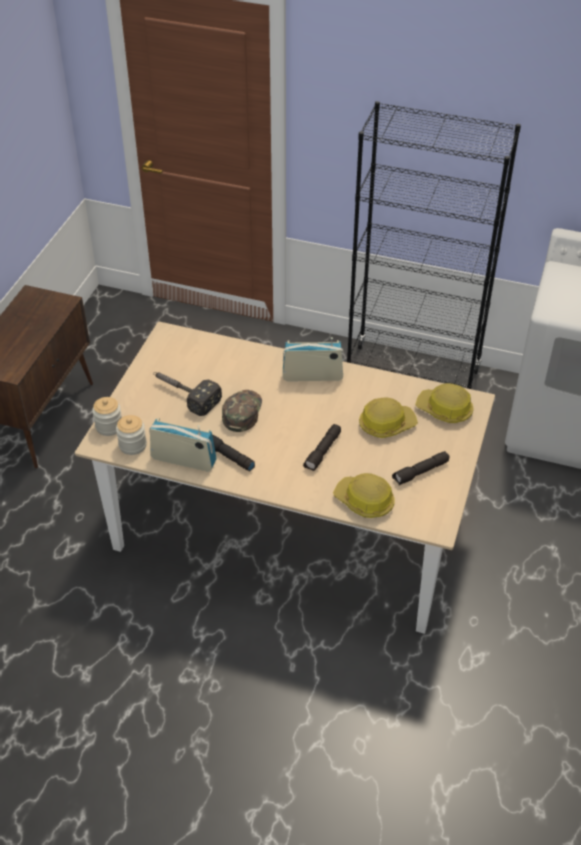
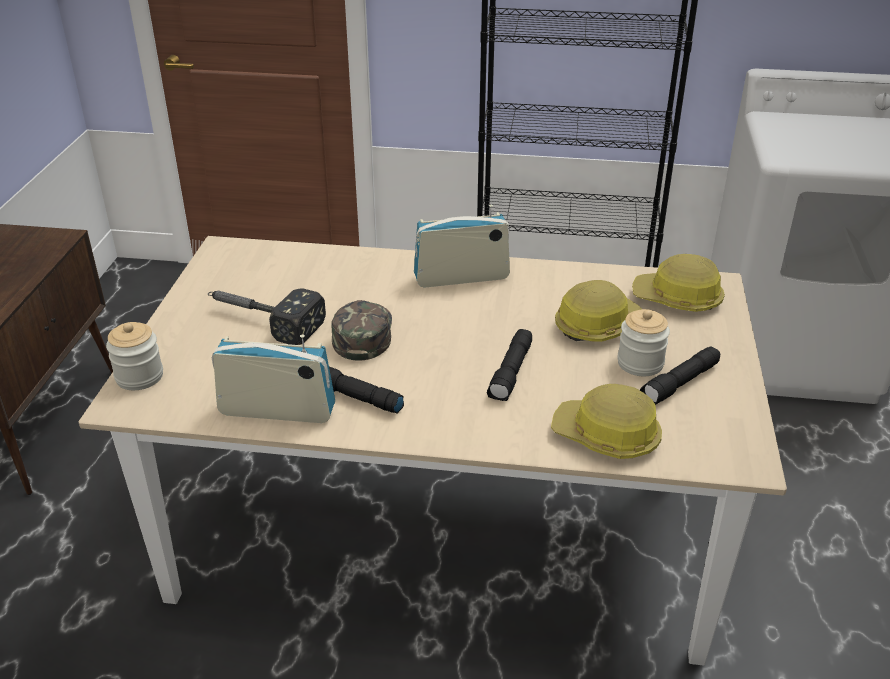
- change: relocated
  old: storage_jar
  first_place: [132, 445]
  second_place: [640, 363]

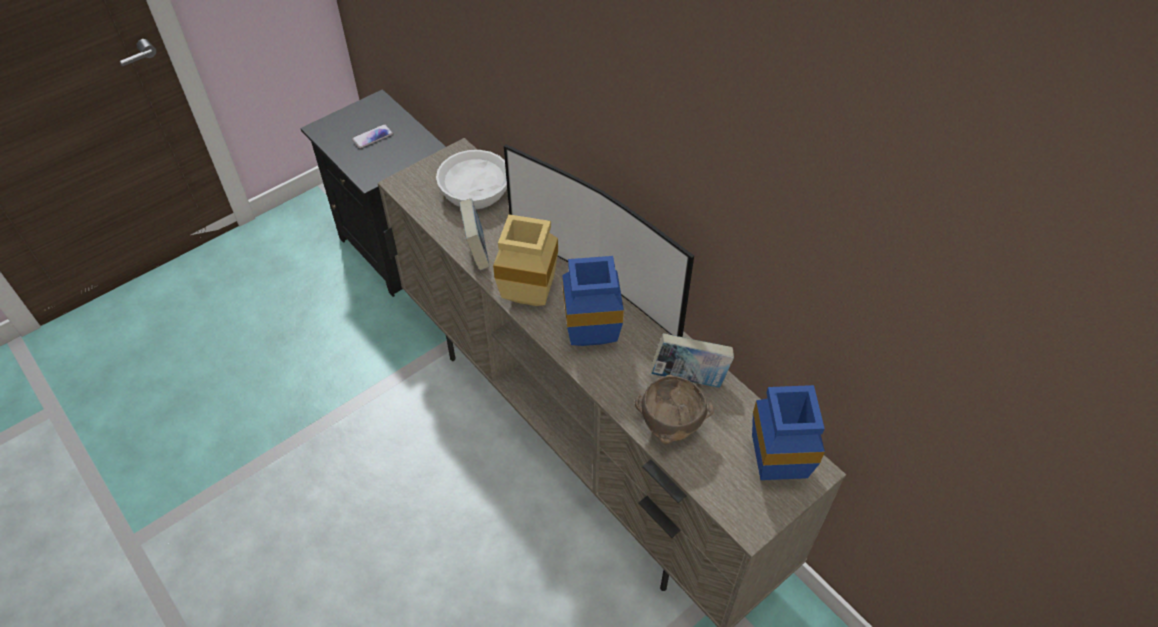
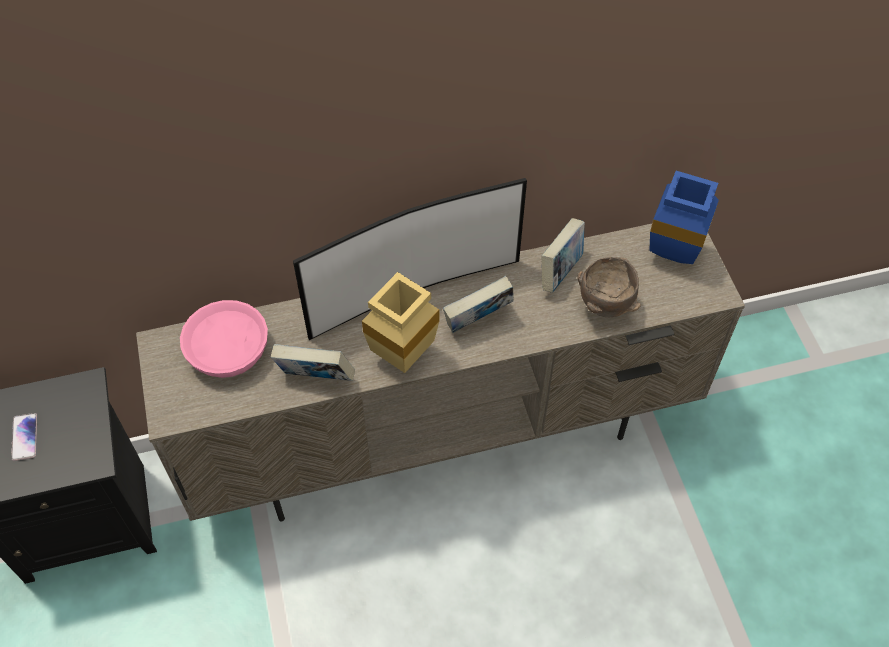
- change: exchanged
  old: bluish_vase
  new: book
  first_place: [594, 335]
  second_place: [478, 321]
- change: colour
  old: white-coloured_serving_bowl
  new: pink-coloured_serving_bowl
  first_place: [474, 191]
  second_place: [227, 351]

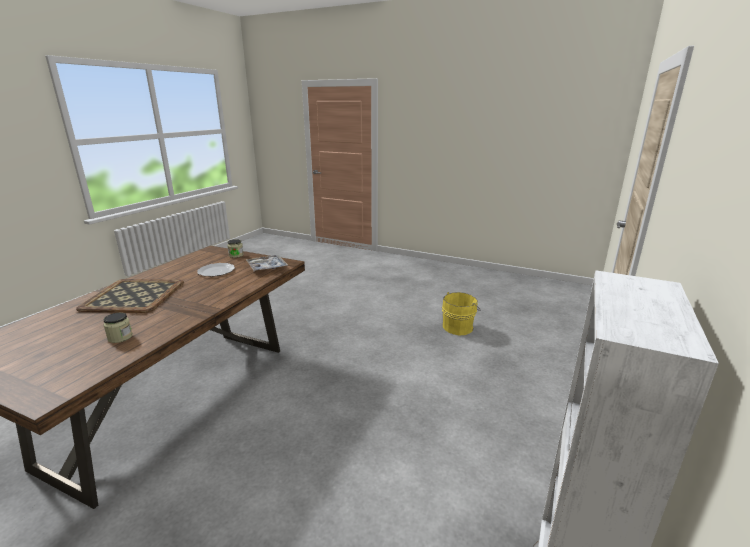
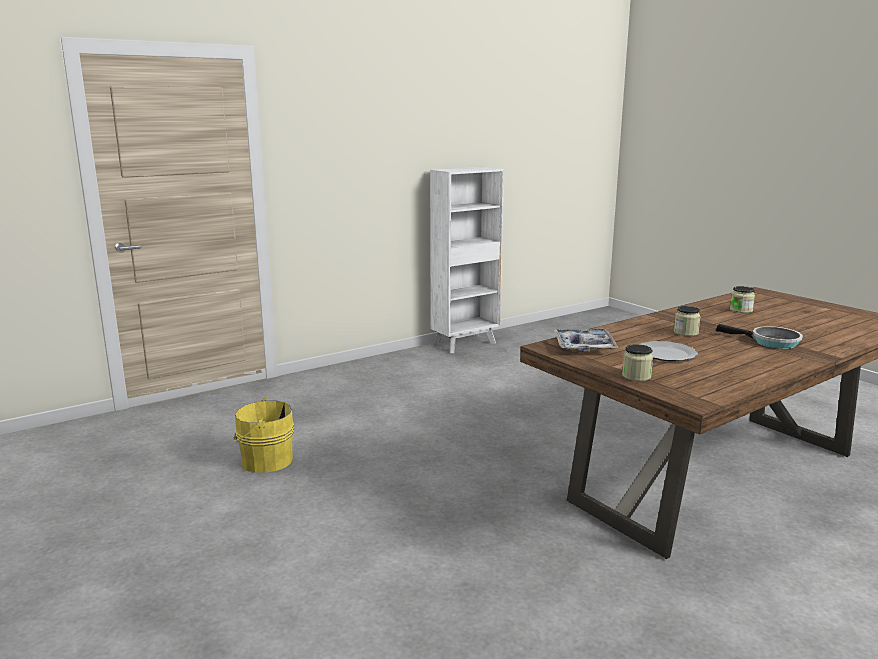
- change: appeared
  new: storage_jar
  second_place: [686, 332]
- change: exchanged
  old: tray
  new: skillet
  first_place: [133, 295]
  second_place: [770, 342]

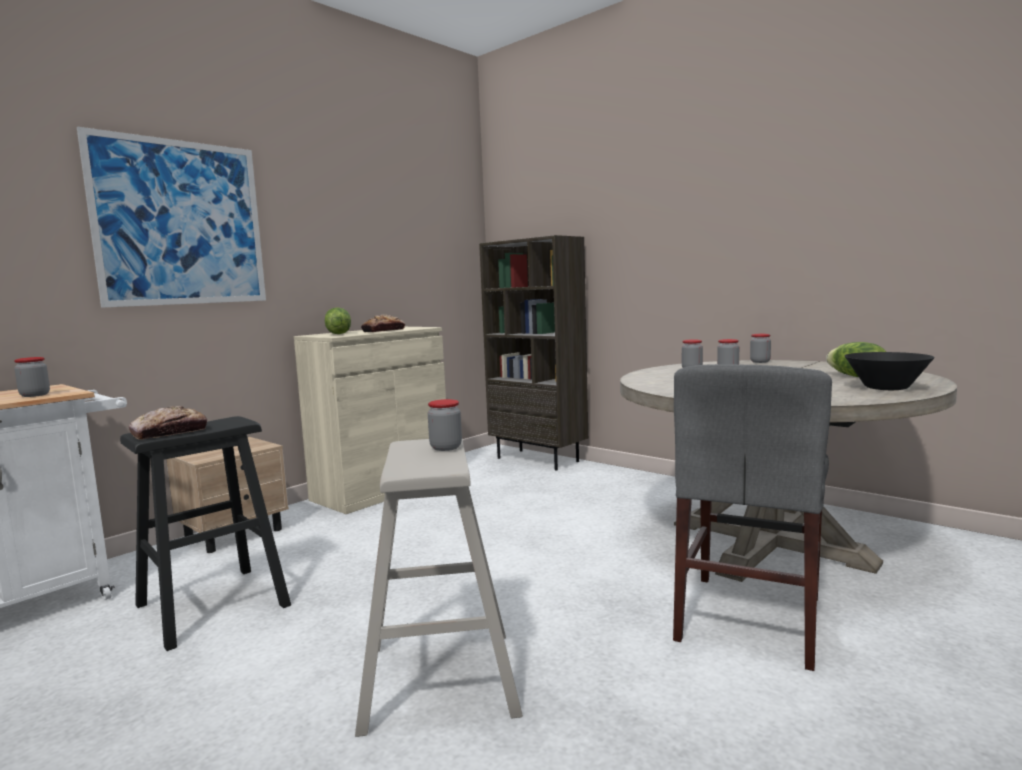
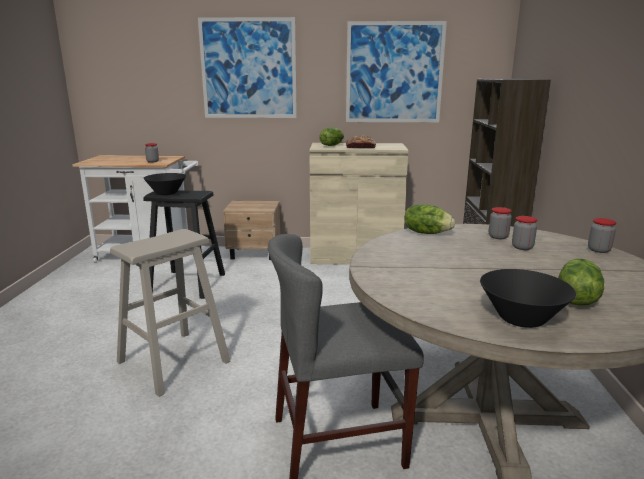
- change: missing
  old: storage_jar
  first_place: [446, 447]
- change: appeared
  new: wall_picture
  second_place: [394, 73]
- change: appeared
  new: head_of_lettuce
  second_place: [426, 233]
- change: exchanged
  old: bread
  new: black-coloured_serving_bowl
  first_place: [169, 432]
  second_place: [166, 193]

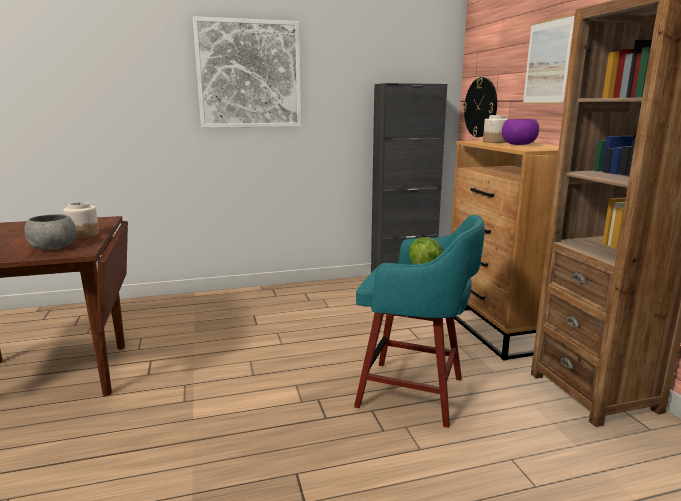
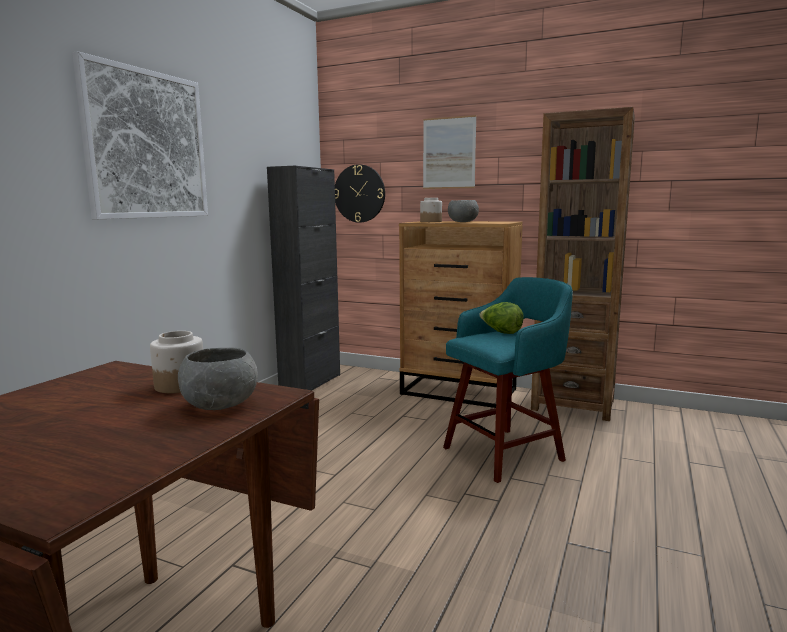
- change: colour
  old: purple_serving_bowl
  new: grey_serving_bowl
  first_place: [519, 144]
  second_place: [463, 222]

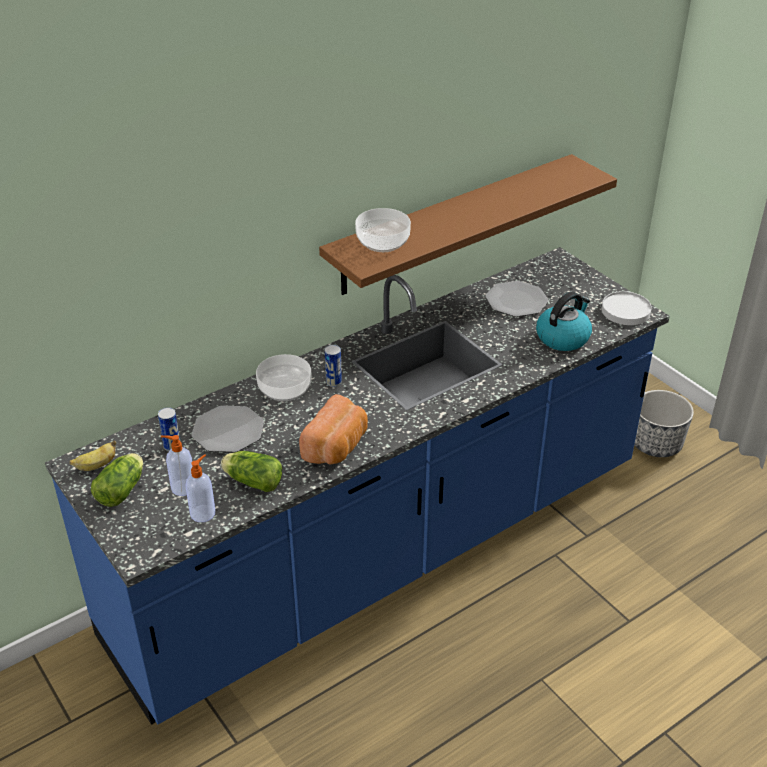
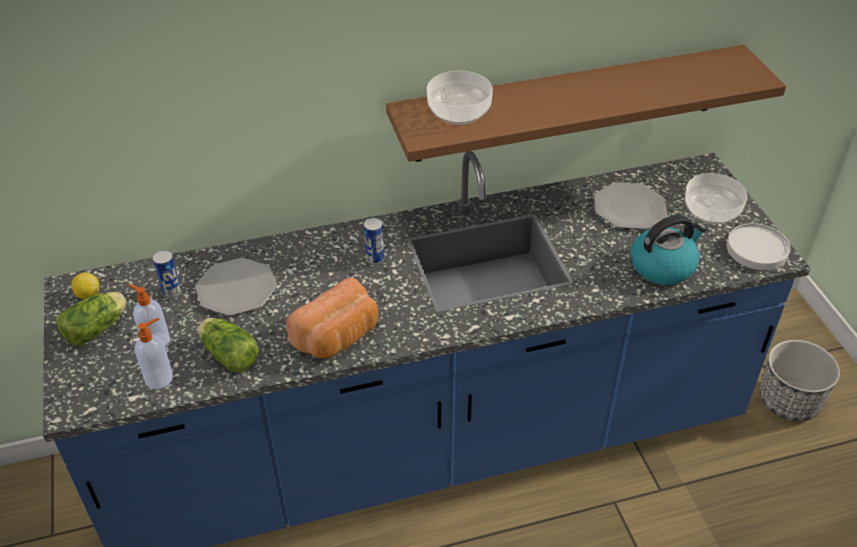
- change: relocated
  old: serving_bowl
  first_place: [284, 389]
  second_place: [711, 211]
- change: exchanged
  old: whole_banana
  new: lemon
  first_place: [96, 466]
  second_place: [88, 295]

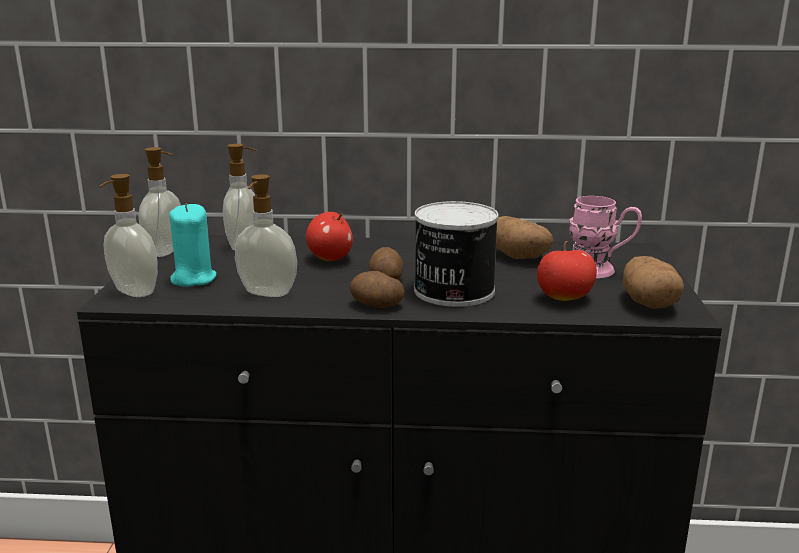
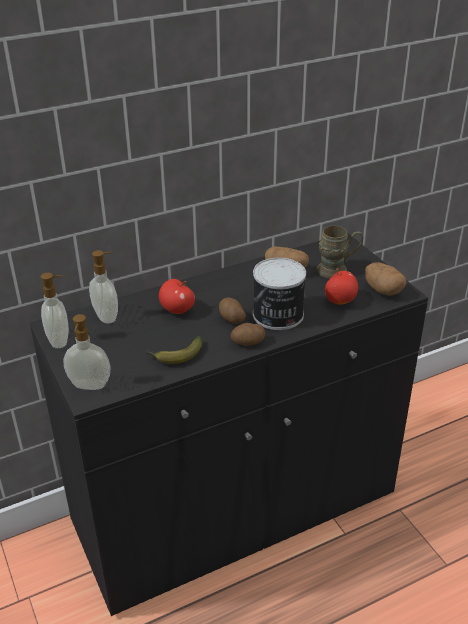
- change: missing
  old: turquoise-coloured_candle
  first_place: [193, 279]
- change: exchanged
  old: soap_bottle
  new: whole_banana
  first_place: [267, 293]
  second_place: [175, 356]
- change: colour
  old: pink-coloured_tea_mug
  new: brown-coloured_tea_mug
  first_place: [599, 271]
  second_place: [338, 269]

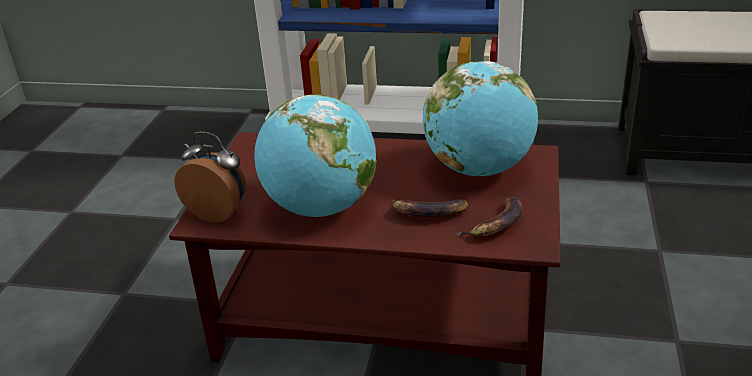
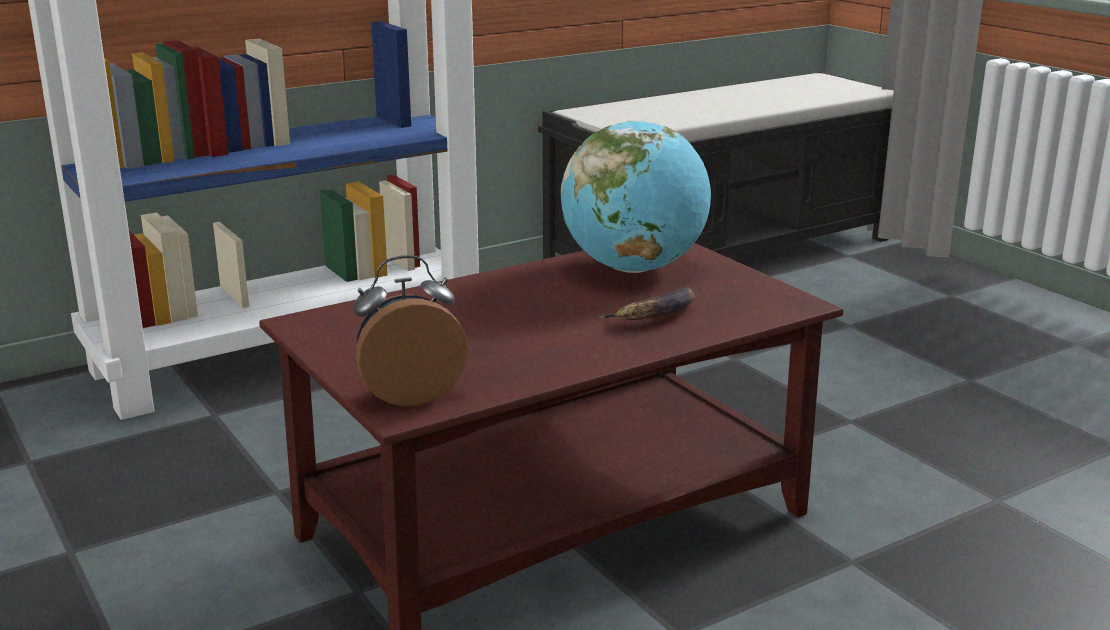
- change: missing
  old: world_globe
  first_place: [321, 208]
- change: missing
  old: whole_banana
  first_place: [496, 224]

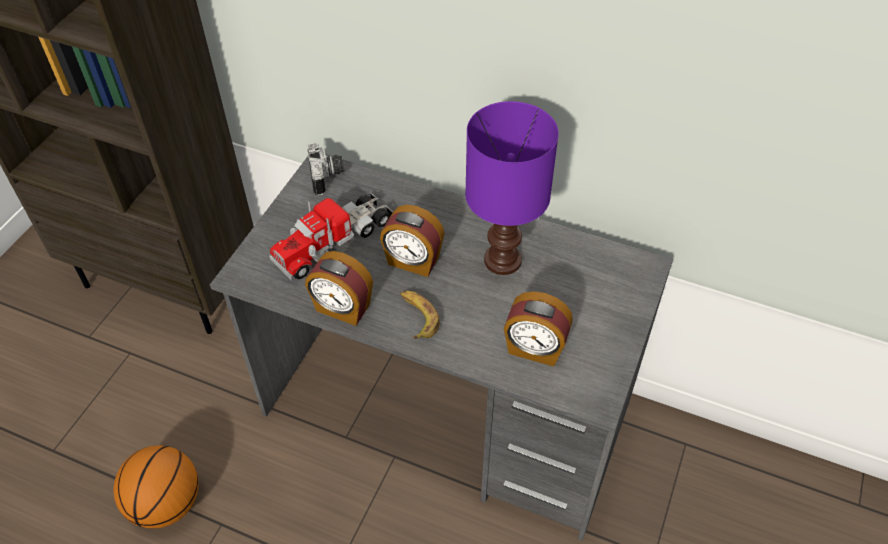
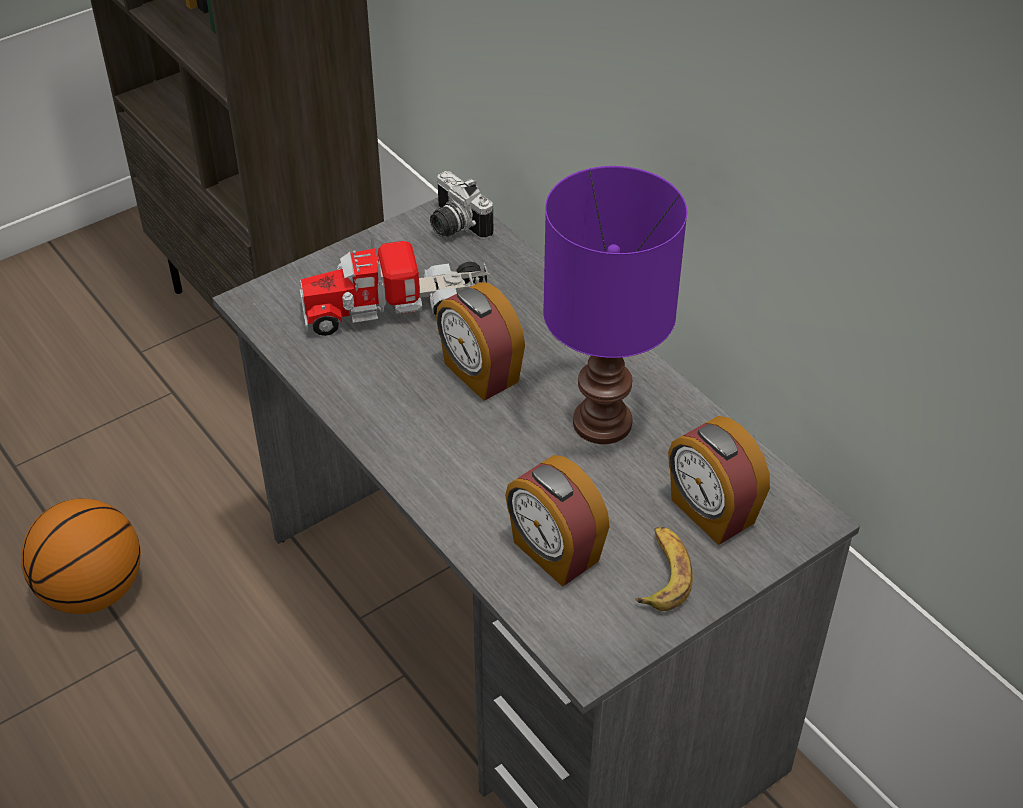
- change: relocated
  old: alarm_clock
  first_place: [342, 308]
  second_place: [710, 512]
- change: relocated
  old: whole_banana
  first_place: [417, 317]
  second_place: [662, 573]
- change: spun
  old: still_camera
  first_place: [328, 176]
  second_place: [454, 226]
  degrees: 120

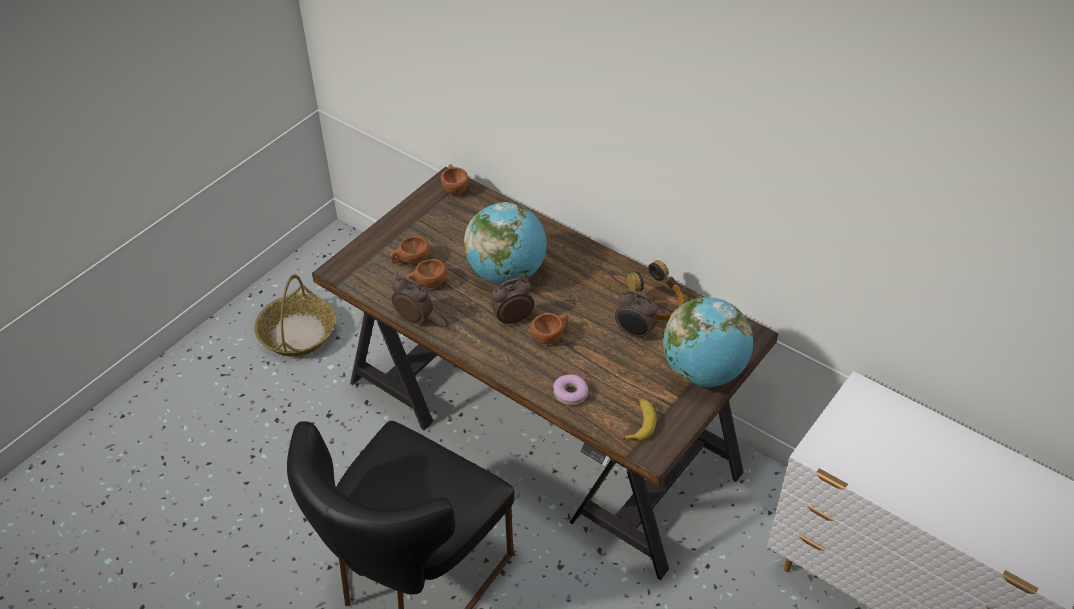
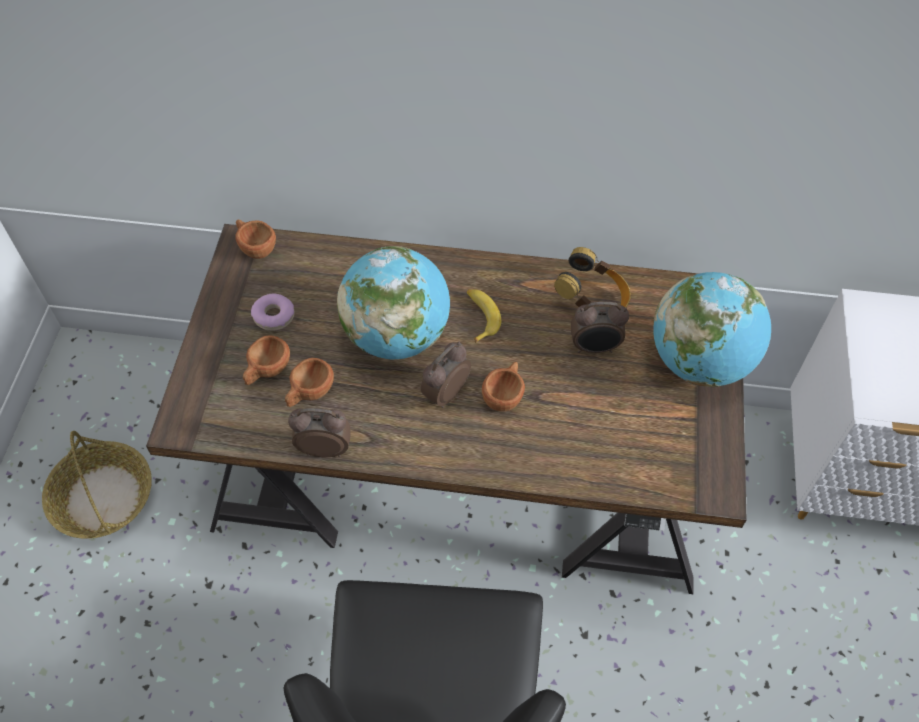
- change: relocated
  old: ring_doughnut
  first_place: [570, 393]
  second_place: [274, 316]
- change: relocated
  old: whole_banana
  first_place: [639, 423]
  second_place: [480, 317]

